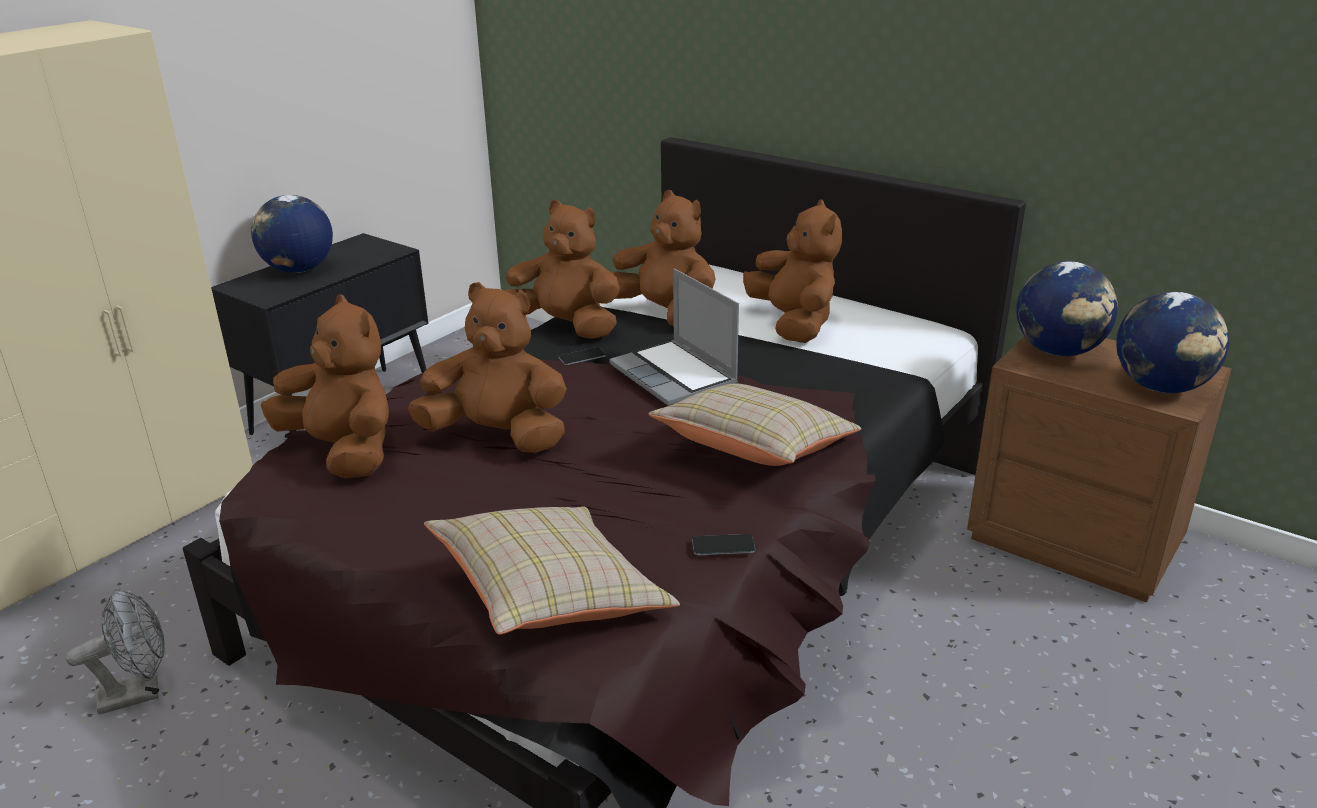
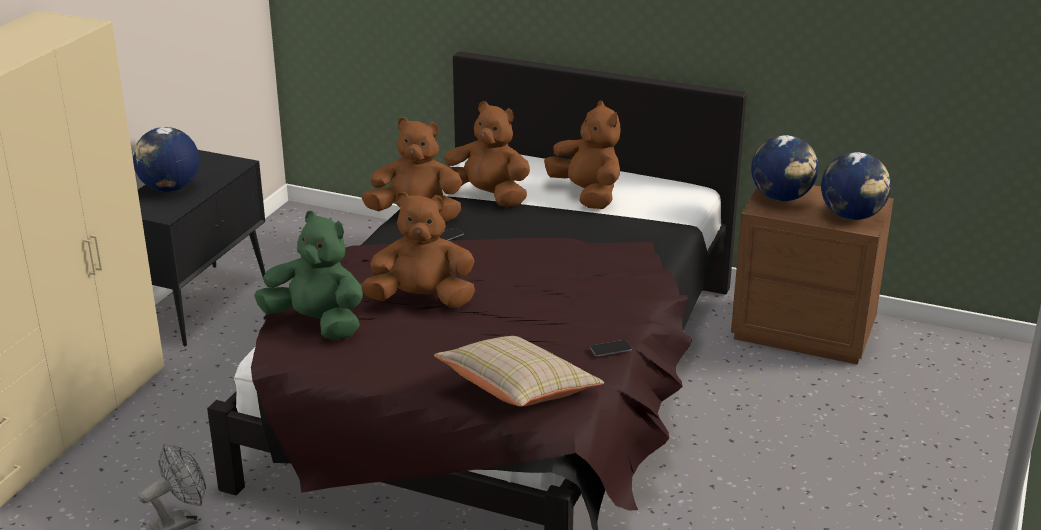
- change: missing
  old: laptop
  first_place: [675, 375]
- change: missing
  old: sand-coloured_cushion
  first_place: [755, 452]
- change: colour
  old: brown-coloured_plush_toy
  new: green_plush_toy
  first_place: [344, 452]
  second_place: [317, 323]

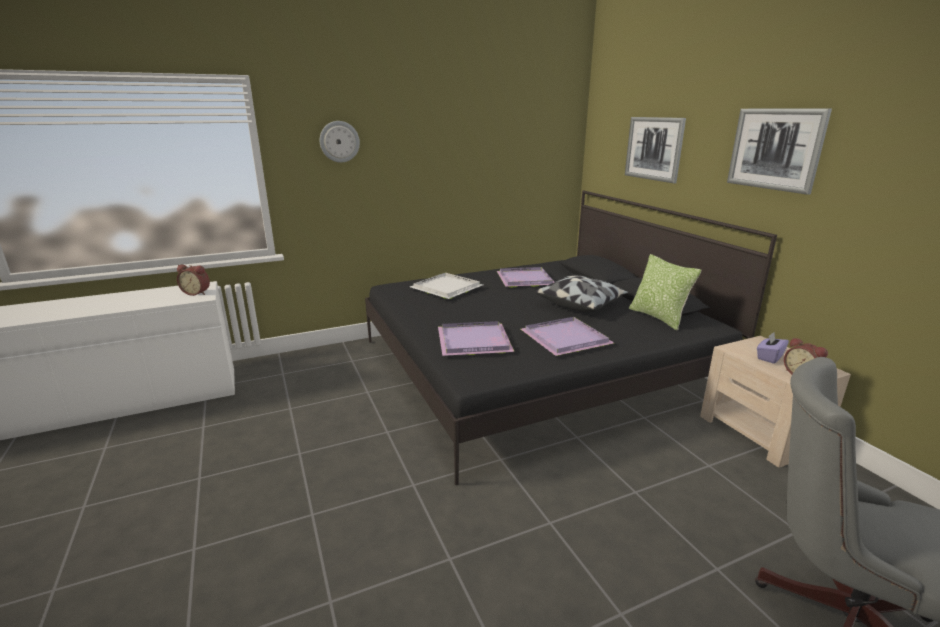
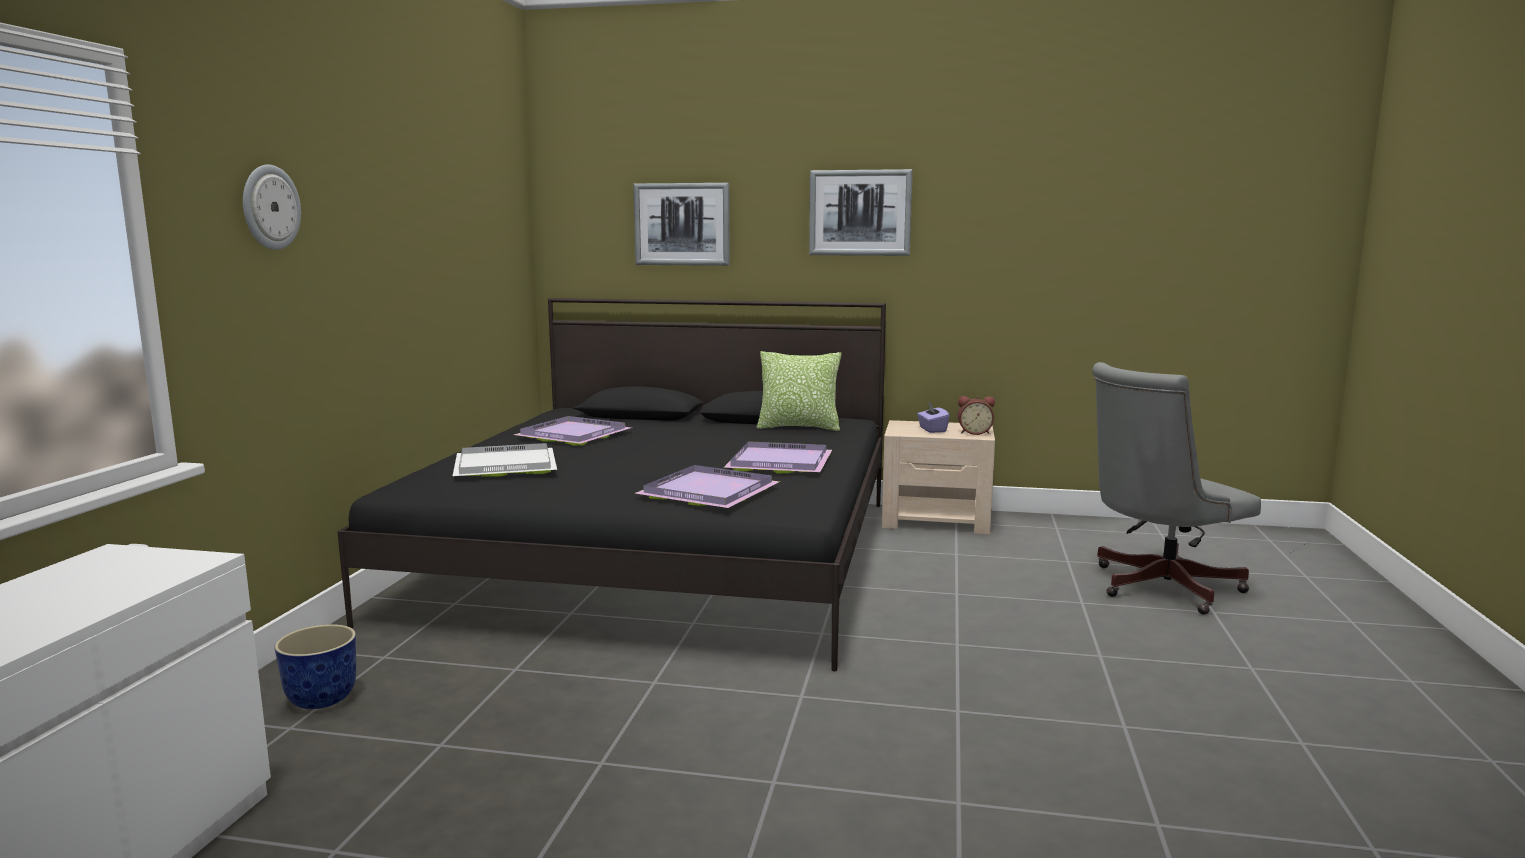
- change: missing
  old: alarm_clock
  first_place: [197, 293]
- change: missing
  old: cushion
  first_place: [580, 304]
- change: appeared
  new: plant_pot
  second_place: [322, 699]

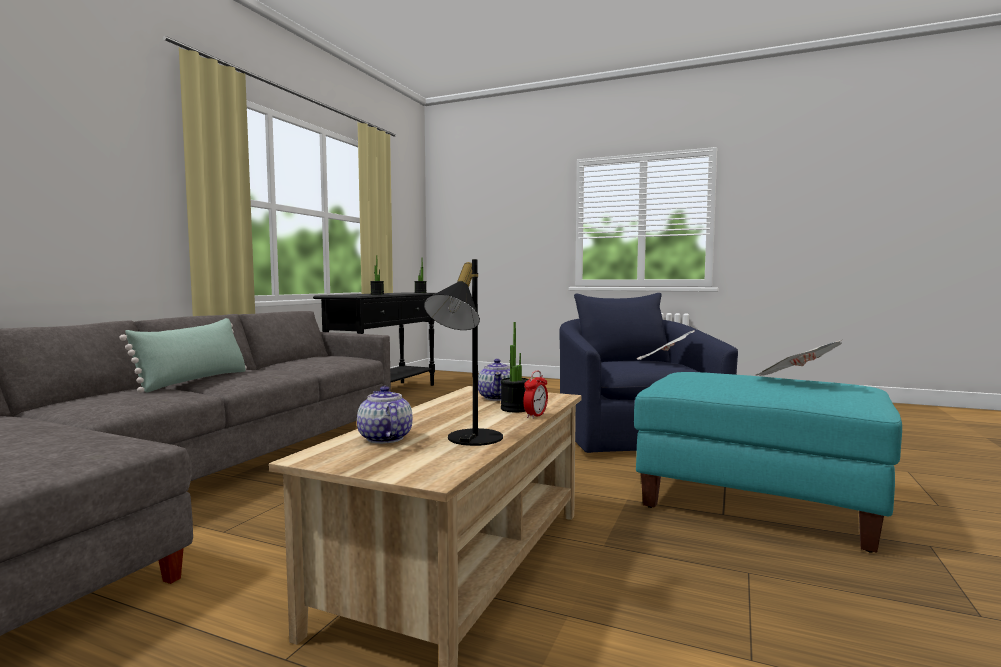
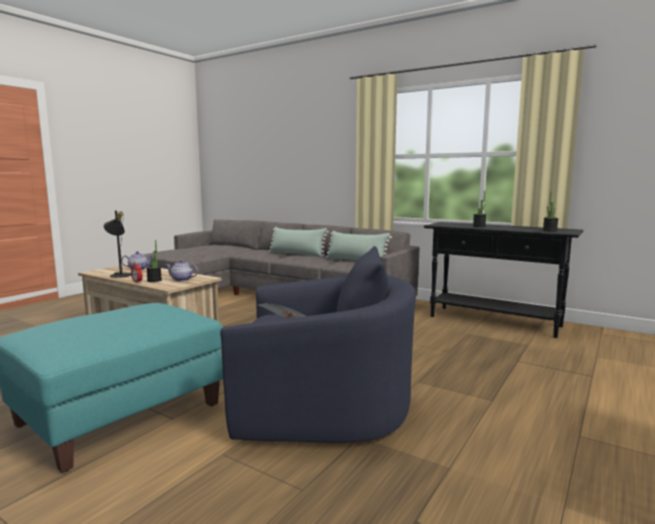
- change: missing
  old: newspaper
  first_place: [796, 381]
- change: appeared
  new: green_cushion
  second_place: [356, 261]

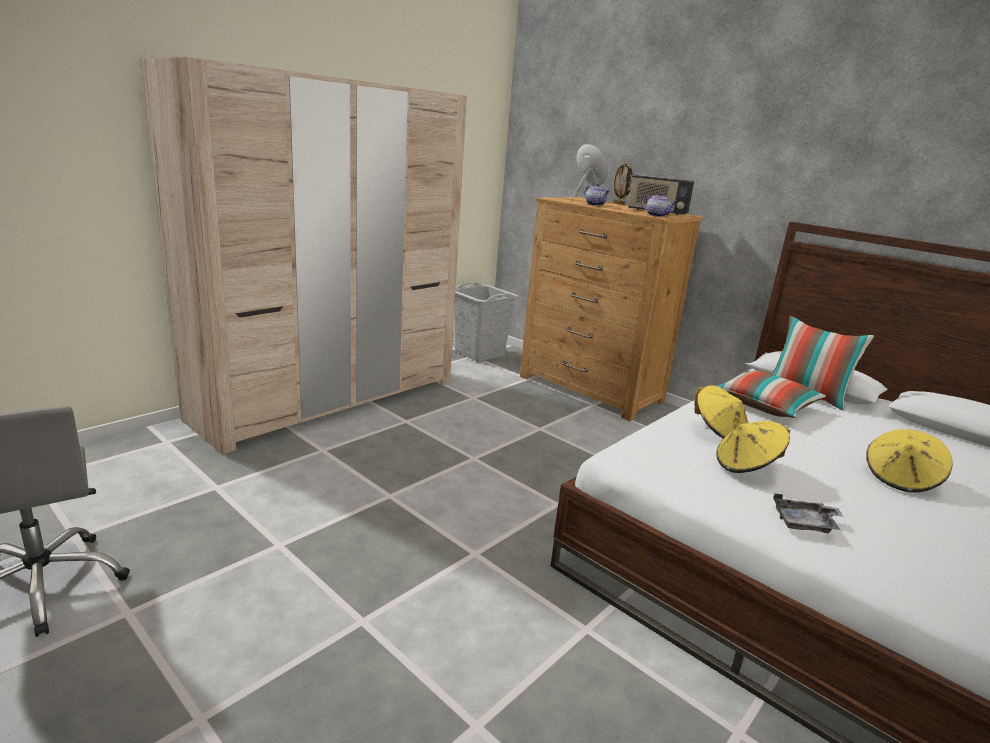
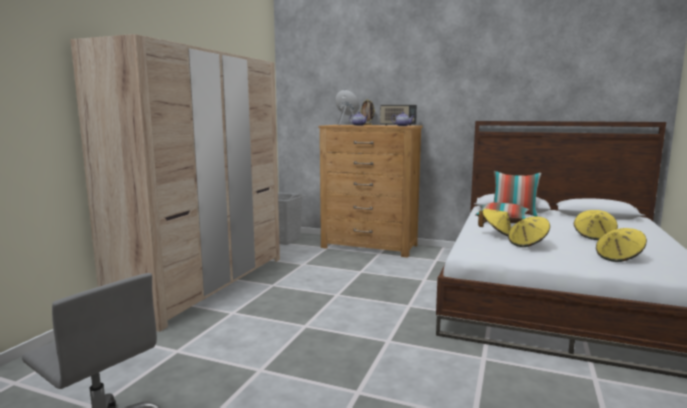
- change: missing
  old: grey_tray
  first_place: [805, 523]
- change: appeared
  new: yellowish_wearable_hat
  second_place: [619, 258]

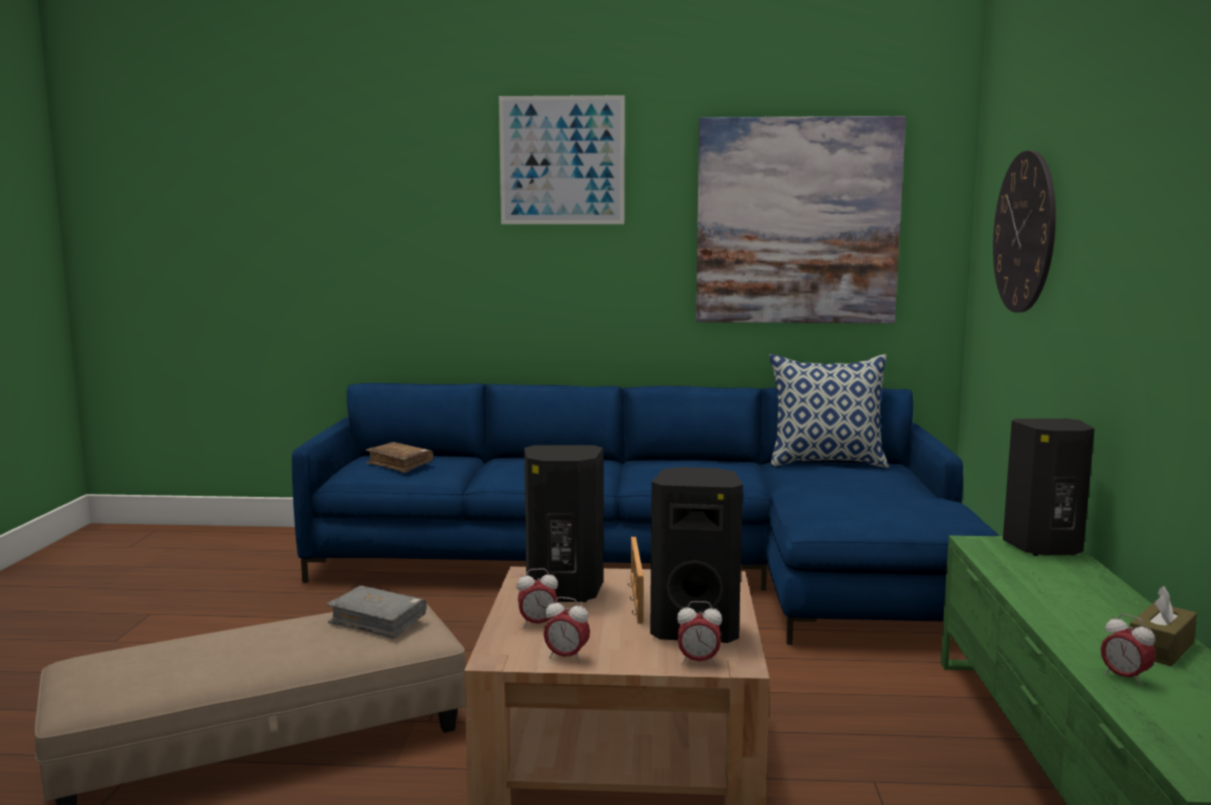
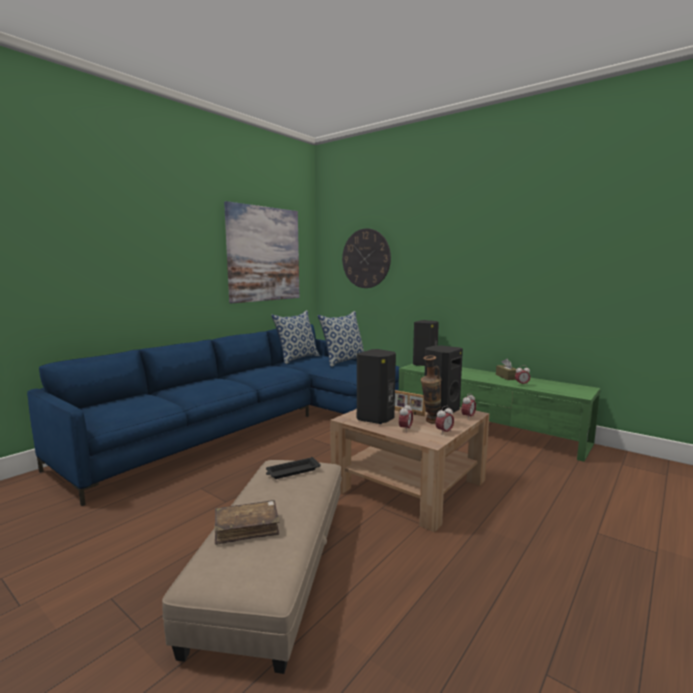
- change: missing
  old: wall_picture
  first_place: [562, 160]
- change: appeared
  new: cushion
  second_place: [343, 361]
- change: appeared
  new: vase
  second_place: [430, 422]
- change: relocated
  old: brown-coloured_book
  first_place: [400, 464]
  second_place: [246, 528]
- change: exchanged
  old: grey_book
  new: black-coloured_tray
  first_place: [378, 621]
  second_place: [292, 471]

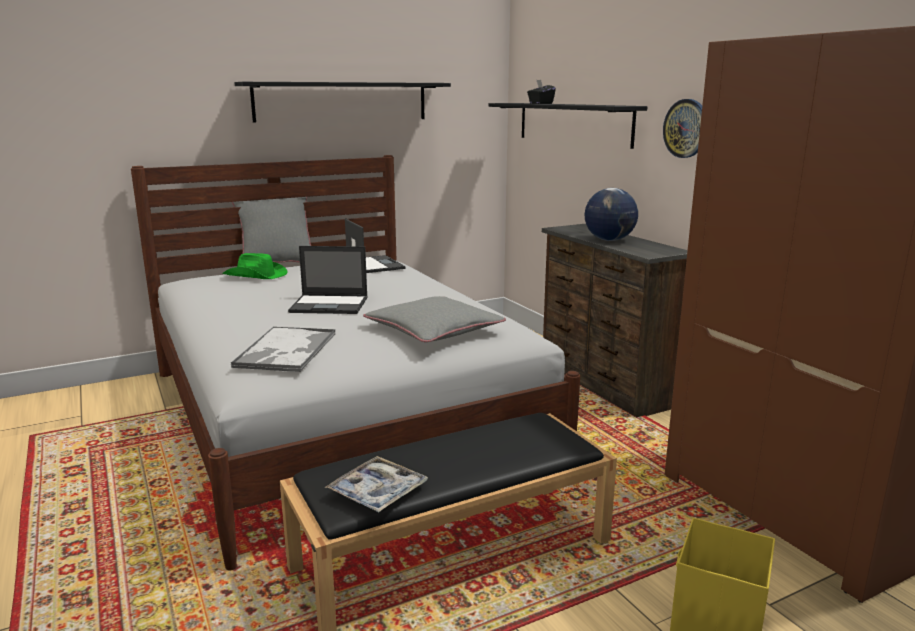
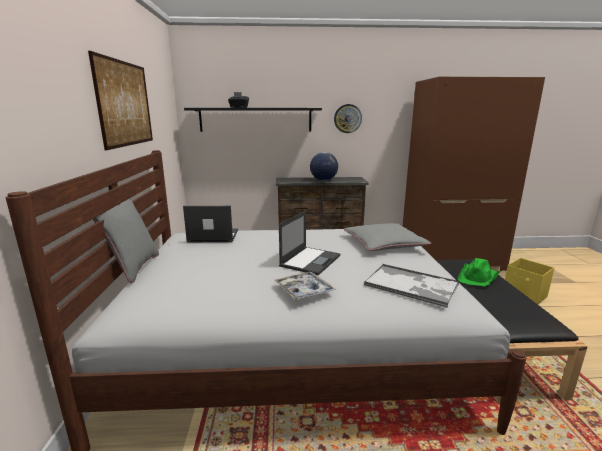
- change: relocated
  old: green_wearable_hat
  first_place: [256, 275]
  second_place: [478, 277]
- change: relocated
  old: tray
  first_place: [378, 492]
  second_place: [304, 291]
- change: exchanged
  old: black-coloured_wall_shelf
  new: wall_picture
  first_place: [342, 101]
  second_place: [125, 104]

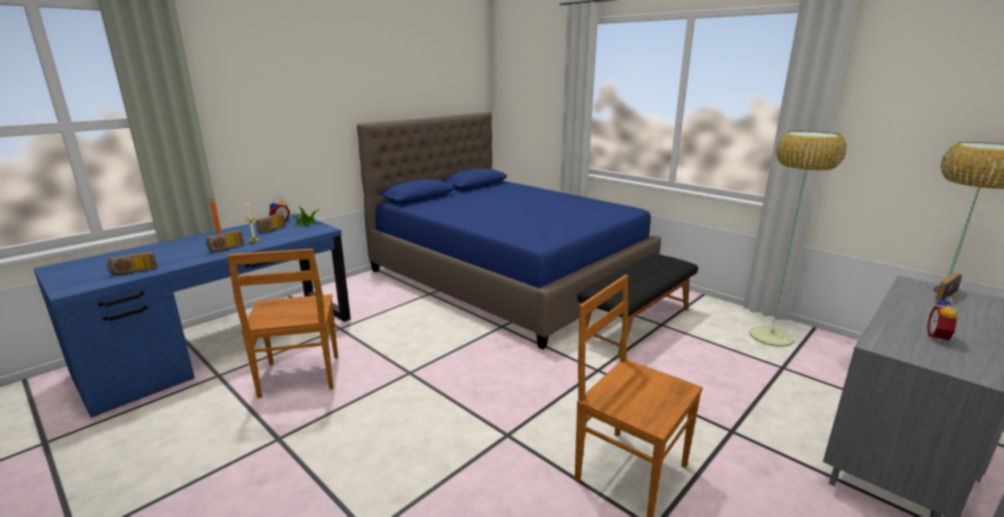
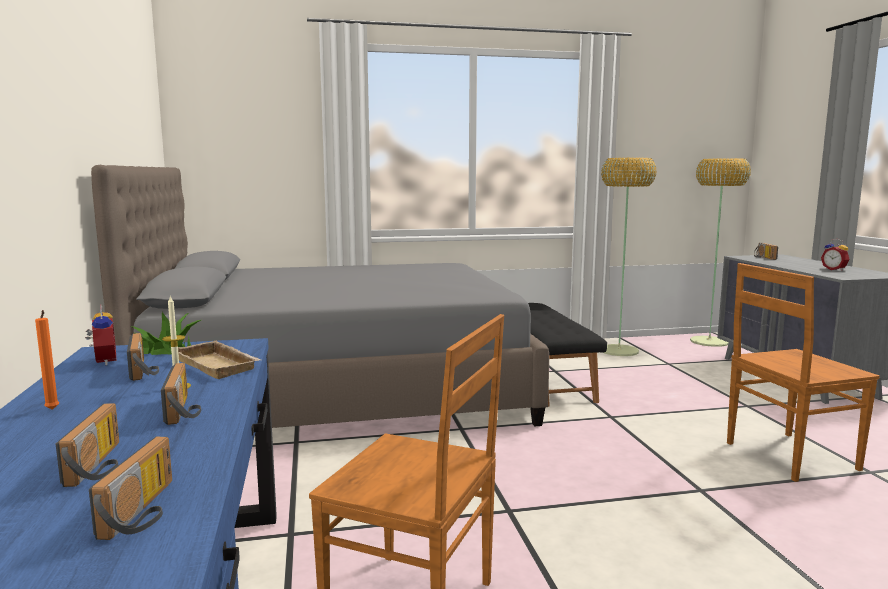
- change: appeared
  new: radio_set
  second_place: [101, 464]
- change: appeared
  new: sand-coloured_tray
  second_place: [220, 365]
- change: colour
  old: bluish_bedroom_bed
  new: grey_bedroom_bed
  first_place: [508, 277]
  second_place: [338, 391]

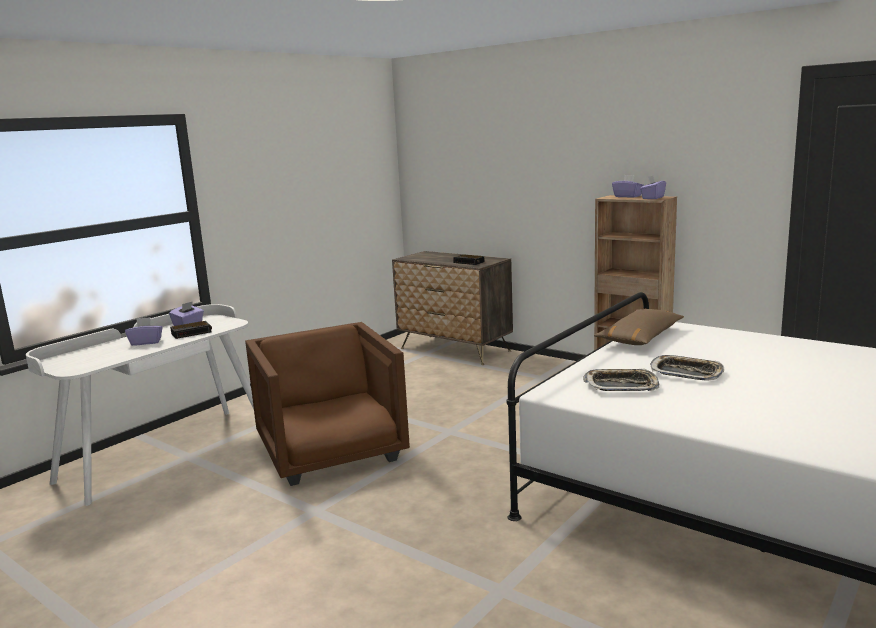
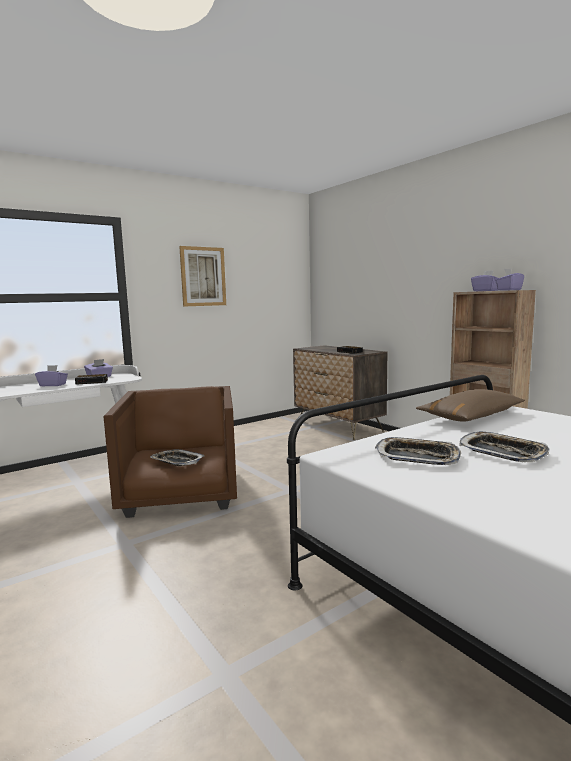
- change: appeared
  new: tray
  second_place: [177, 461]
- change: appeared
  new: wall_picture
  second_place: [203, 276]

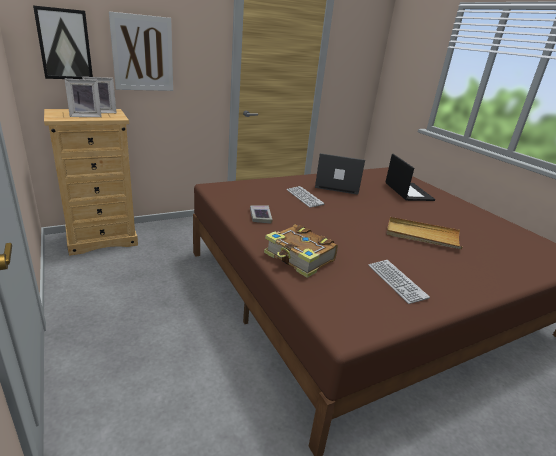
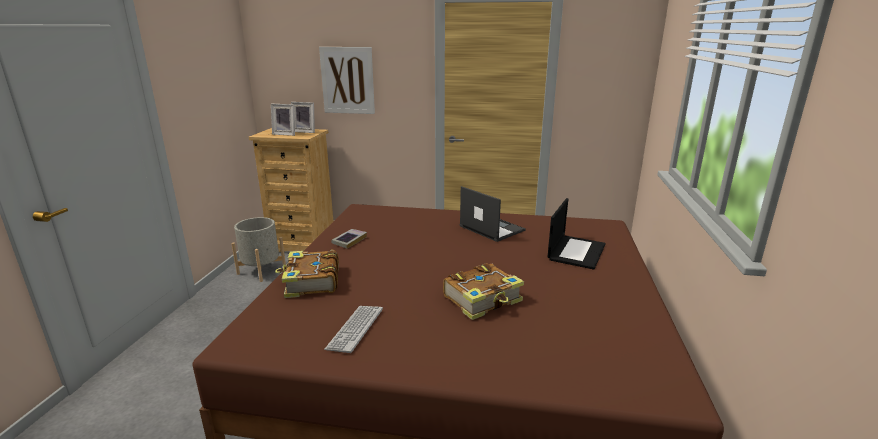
- change: missing
  old: wall_picture
  first_place: [64, 44]
- change: missing
  old: PC_keyboard
  first_place: [304, 197]
- change: appeared
  new: grey_plant_pot
  second_place: [261, 271]
- change: exchanged
  old: sand-coloured_tray
  new: book
  first_place: [422, 235]
  second_place: [483, 299]

